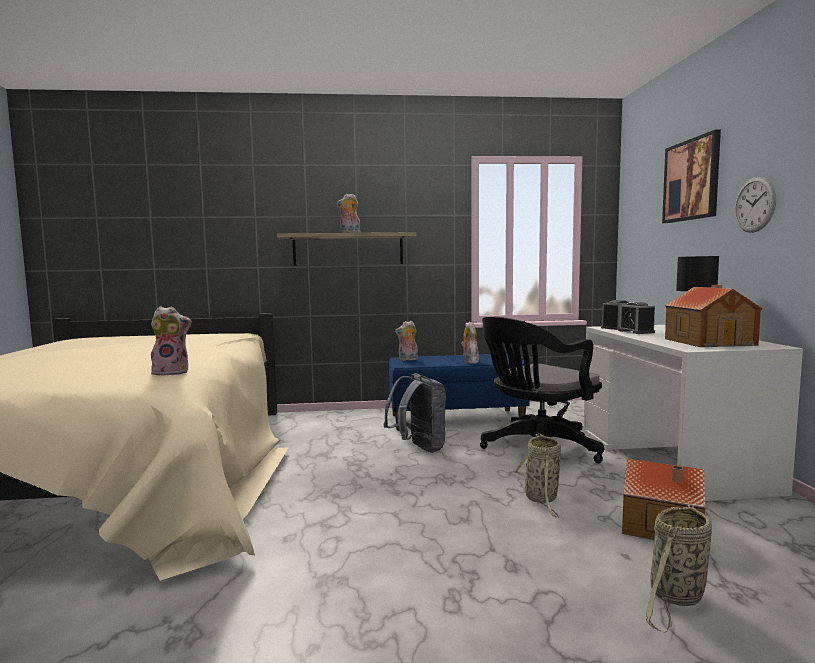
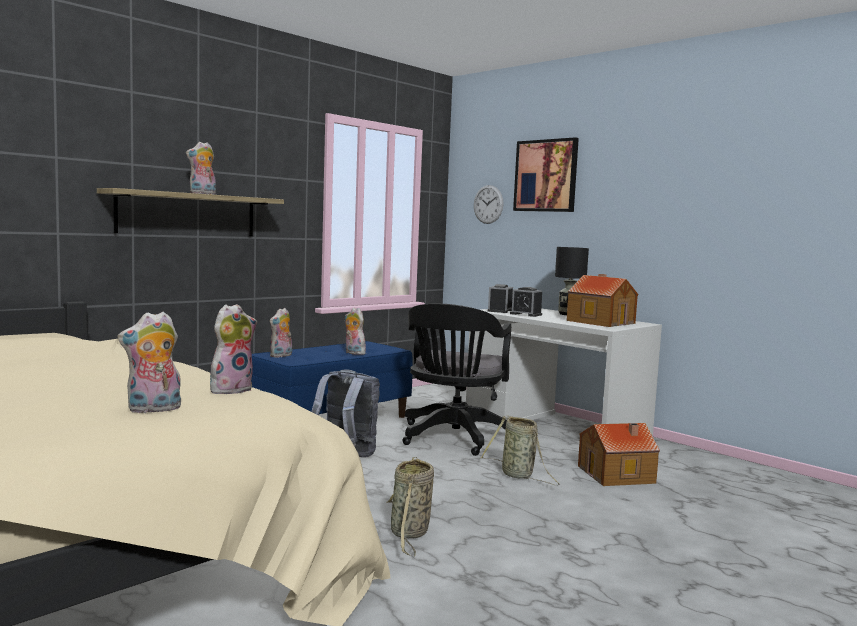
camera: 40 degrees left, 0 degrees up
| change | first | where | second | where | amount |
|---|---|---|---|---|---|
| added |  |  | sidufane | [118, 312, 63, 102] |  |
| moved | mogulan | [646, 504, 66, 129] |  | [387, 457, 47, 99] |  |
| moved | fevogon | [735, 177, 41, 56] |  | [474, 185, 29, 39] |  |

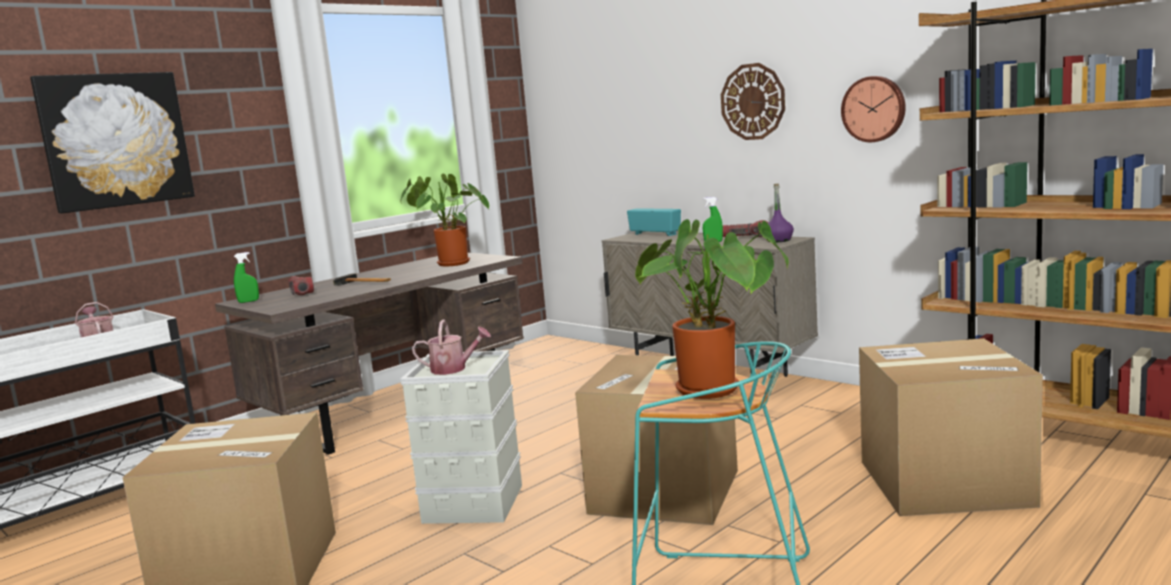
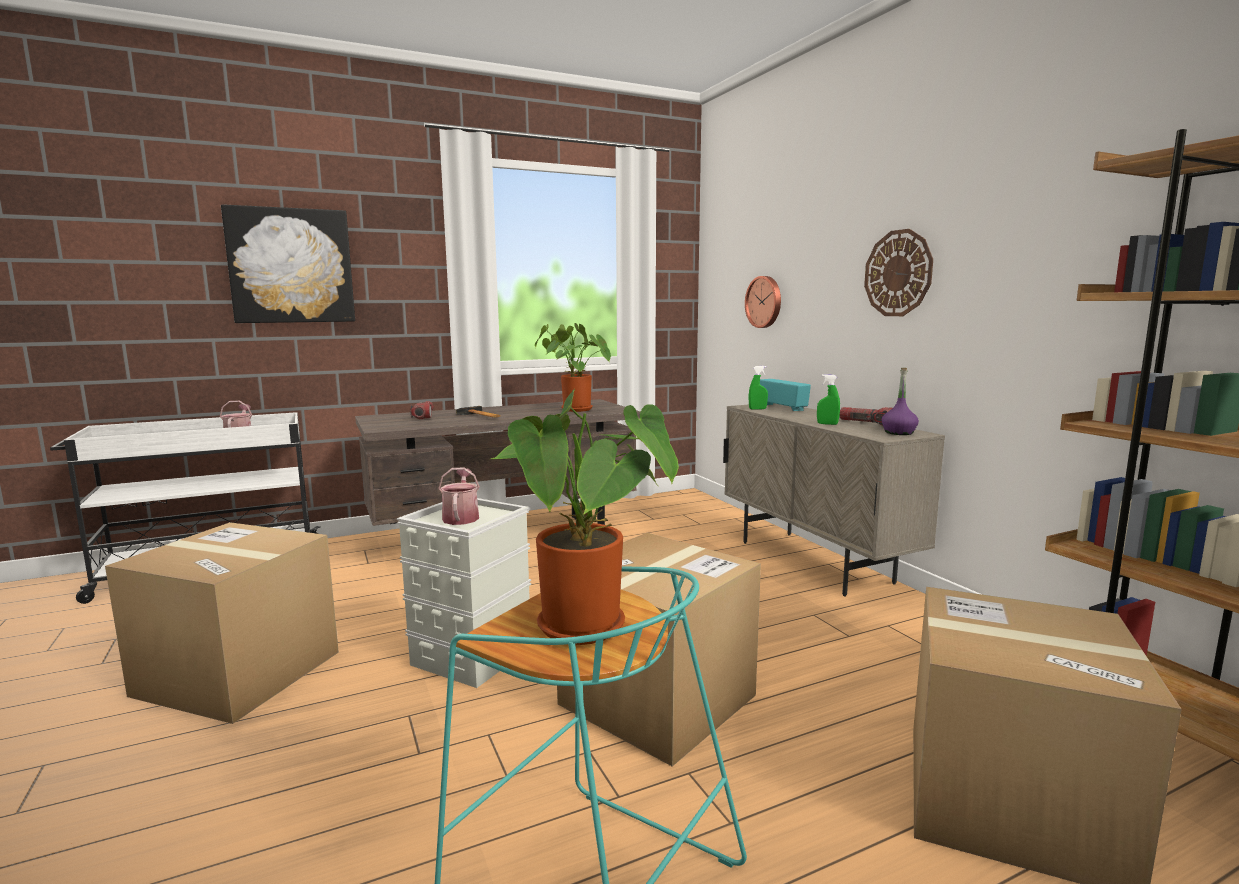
camera: 20 degrees right, 0 degrees up
| change | first | where | second | where | amount |
|---|---|---|---|---|---|
| turned | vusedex | [412, 319, 79, 56] |  | [438, 467, 42, 58] | 120 degrees counterclockwise |
| moved | fevogon | [841, 76, 65, 66] |  | [745, 276, 36, 52] |  |
| moved | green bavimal | [234, 252, 25, 51] |  | [749, 366, 19, 43] |  |

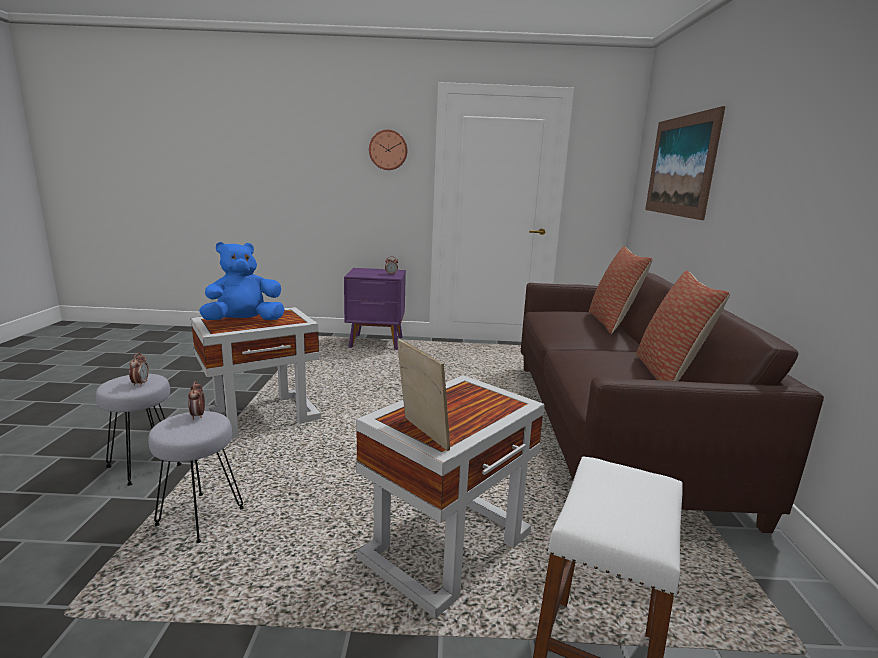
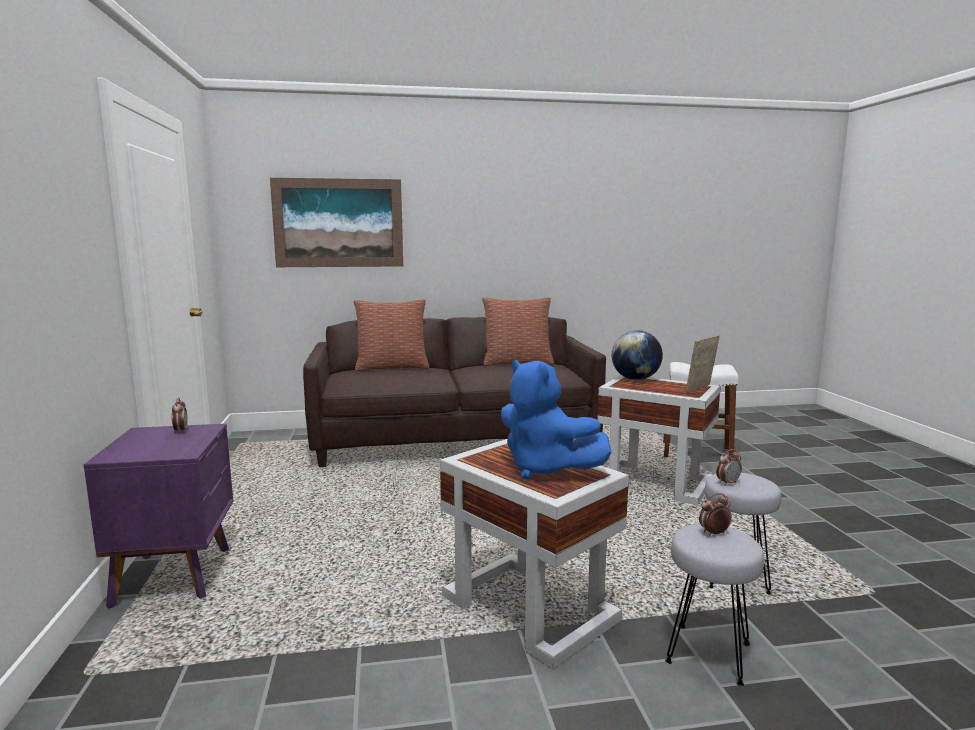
camera: 100 degrees left, 5 degrees down
| change | first | where | second | where | amount |
|---|---|---|---|---|---|
| added |  |  | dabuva | [612, 330, 51, 50] |  |
| removed | fevogon | [369, 130, 38, 40] |  |  |  |

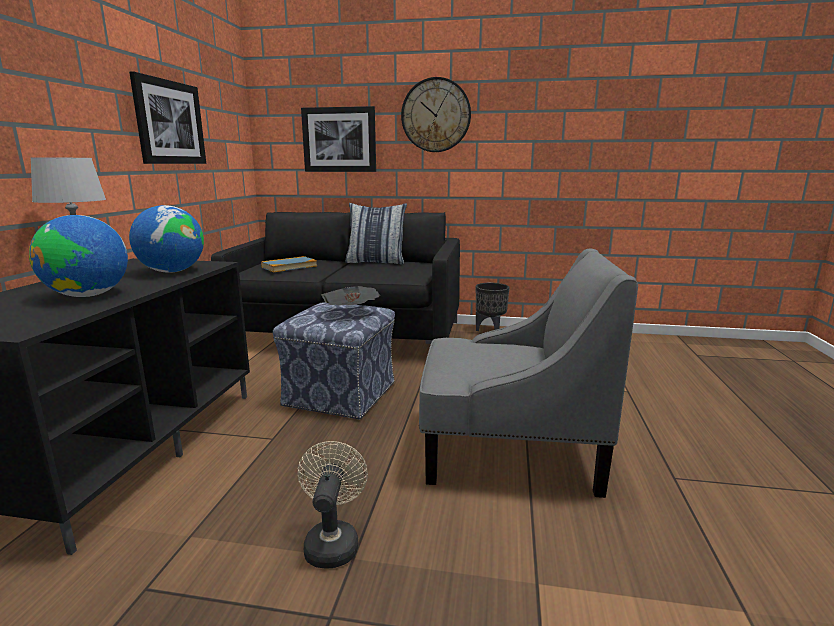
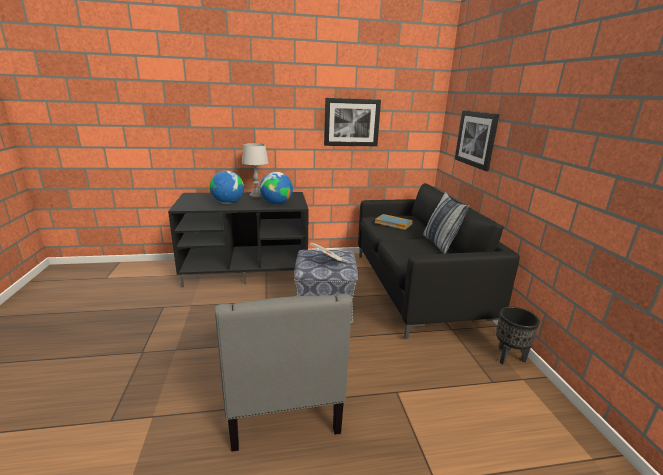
camera: 70 degrees right, 5 degrees up
| change | first | where | second | where | amount |
|---|---|---|---|---|---|
| removed | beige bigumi | [298, 441, 70, 128] |  |  |  |
| removed | fevogon | [401, 77, 70, 75] |  |  |  |

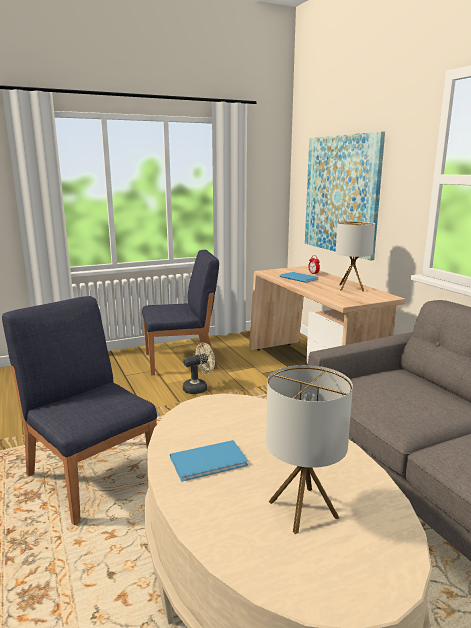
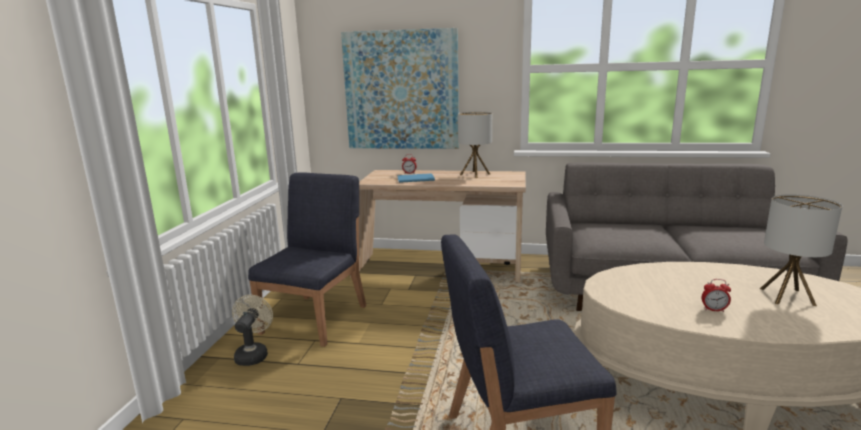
camera: 55 degrees left, 0 degrees up
| change | first | where | second | where | amount |
|---|---|---|---|---|---|
| moved | beige bigumi | [183, 342, 32, 52] |  | [232, 295, 41, 71] |  |
| replaced | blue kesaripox | [170, 440, 78, 42] | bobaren | [702, 279, 29, 33] |  |

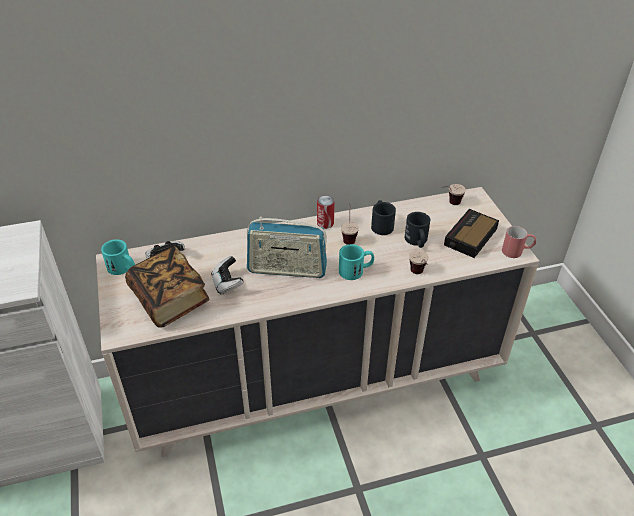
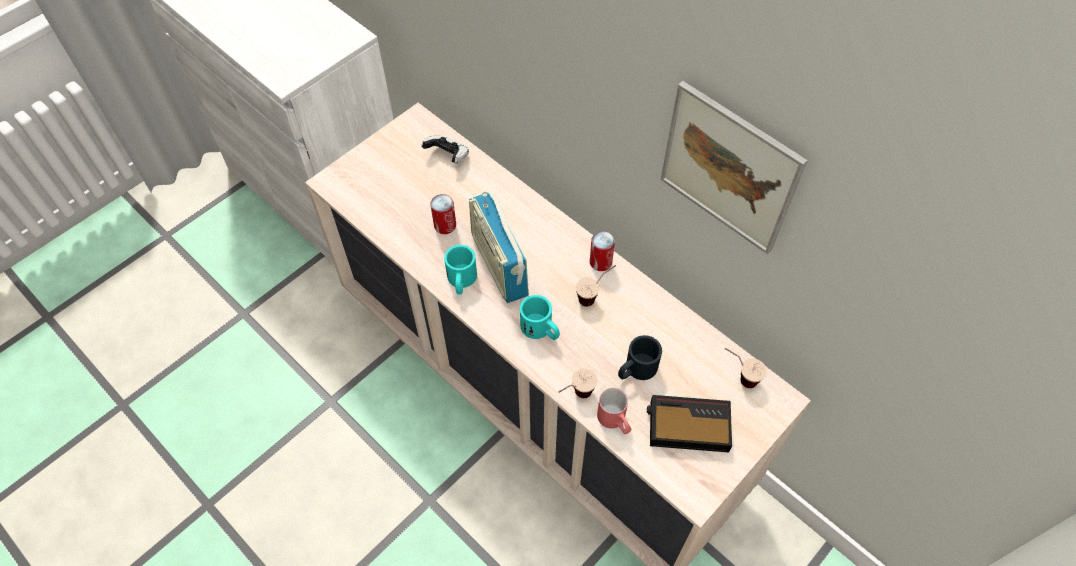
camera: 60 degrees right, 15 degrees up
| change | first | where | second | where | amount |
|---|---|---|---|---|---|
| replaced | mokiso | [211, 256, 33, 39] | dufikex | [431, 194, 25, 40] |  |
| moved | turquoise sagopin | [101, 239, 34, 36] |  | [444, 245, 33, 50] |  |
| moved | red sagopin | [502, 226, 34, 32] |  | [597, 388, 35, 46] |  |
| added |  |  | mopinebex | [661, 81, 147, 173] |  |
| removed | kesaripox | [125, 246, 84, 82] |  |  |  |
| removed | black sagopin | [371, 200, 25, 35] |  |  |  |

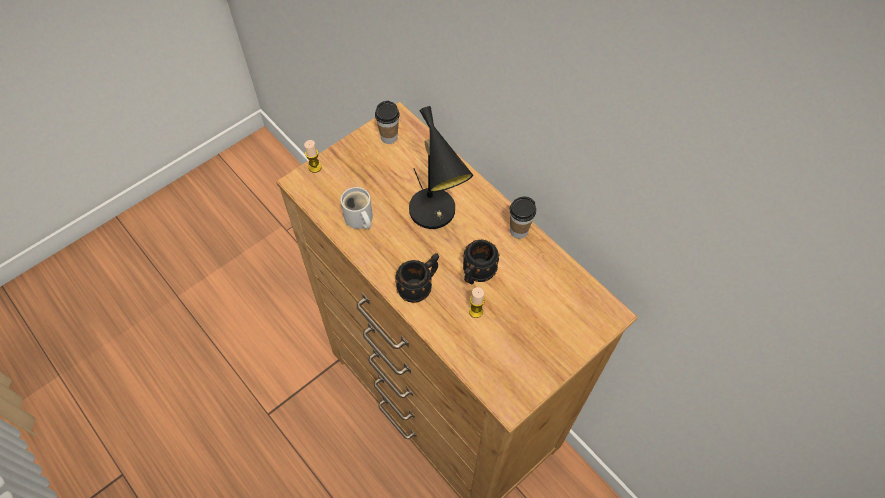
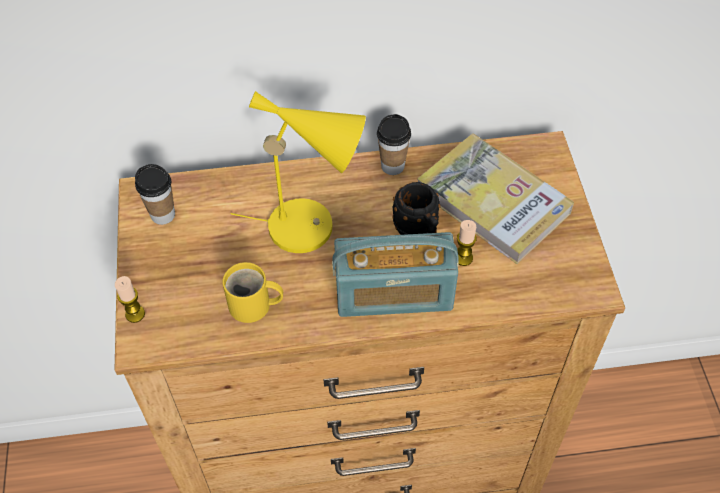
camera: 55 degrees left, 5 degrees down
| change | first | where | second | where | amount |
|---|---|---|---|---|---|
| recoloured | white sagopin | [341, 187, 32, 42] | yellow sagopin | [223, 262, 60, 61] |  |
| recoloured | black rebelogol | [409, 106, 64, 123] | yellow rebelogol | [230, 91, 136, 162] |  |
| replaced | black sagopin | [395, 253, 44, 50] | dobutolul | [332, 232, 127, 85] |  |
| added |  |  | kesaripox | [417, 134, 157, 130] |  |

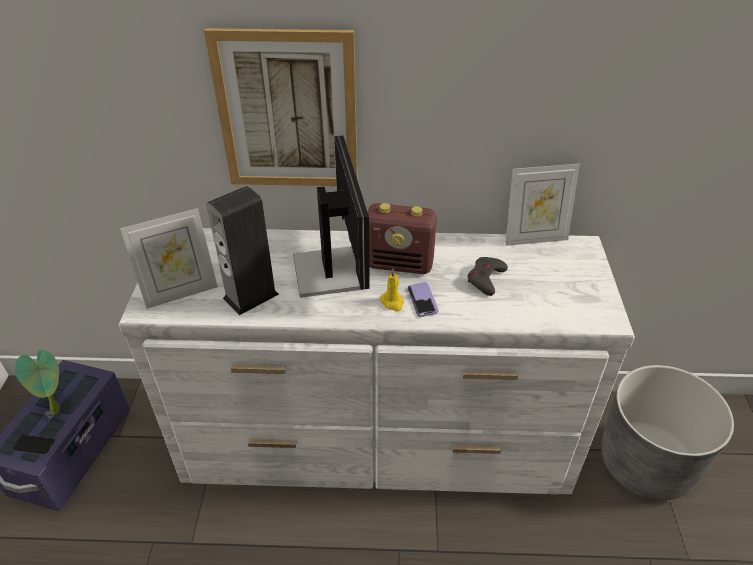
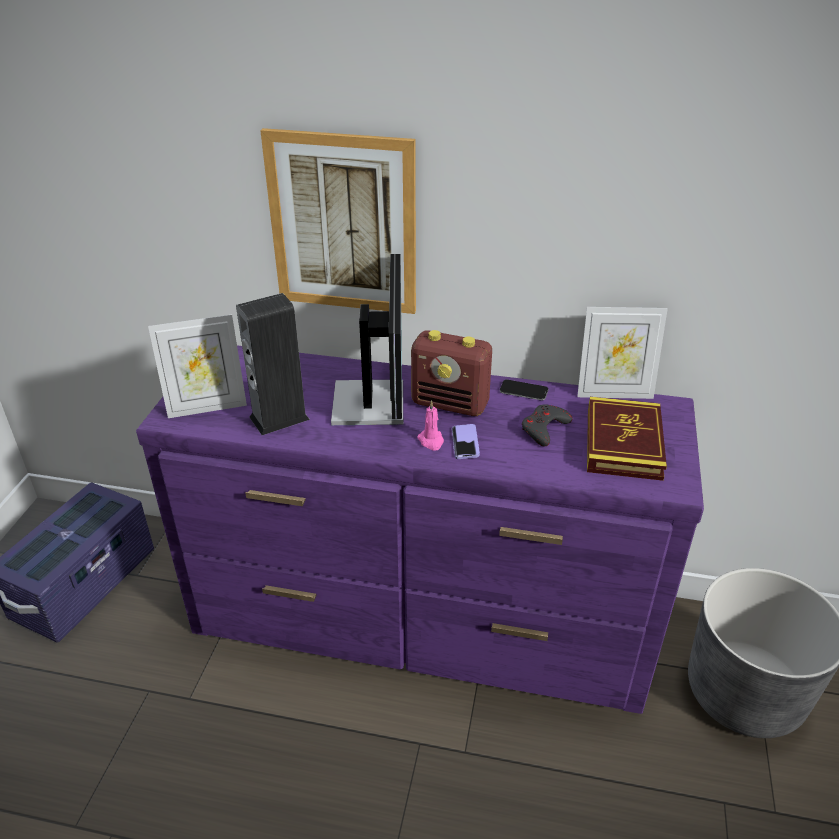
camera: 10 degrees right, 5 degrees down
| change | first | where | second | where | amount |
|---|---|---|---|---|---|
| recoloured | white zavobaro | [119, 228, 516, 266] | purple zavobaro | [136, 345, 568, 369] |  |
| recoloured | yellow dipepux | [380, 269, 24, 42] | pink dipepux | [417, 400, 27, 51] |  |
| moved | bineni | [13, 435, 43, 20] |  | [500, 380, 49, 20] |  |
| added |  |  | kesaripox | [587, 397, 80, 84] |  |
| removed | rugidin | [15, 349, 45, 66] |  |  |  |

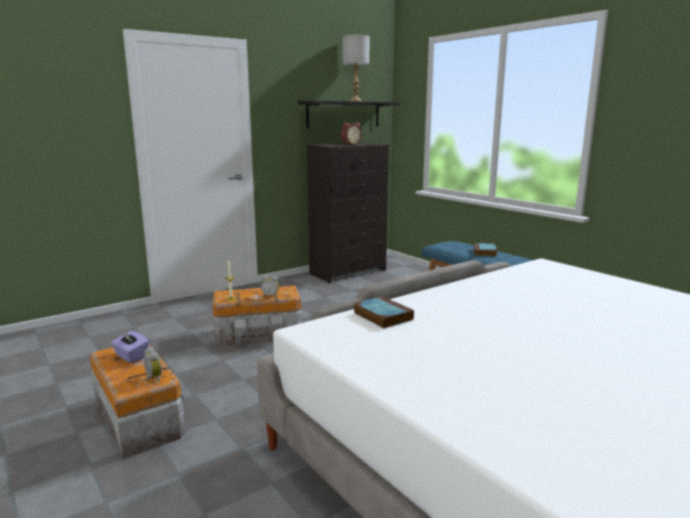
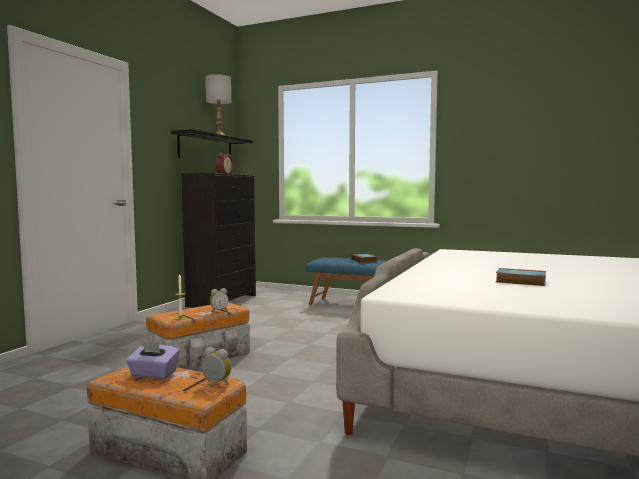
camera: 30 degrees left, 10 degrees down
| change | first | where | second | where | amount |
|---|---|---|---|---|---|
| moved | kesaripox | [354, 296, 60, 32] |  | [496, 268, 50, 18] |  |

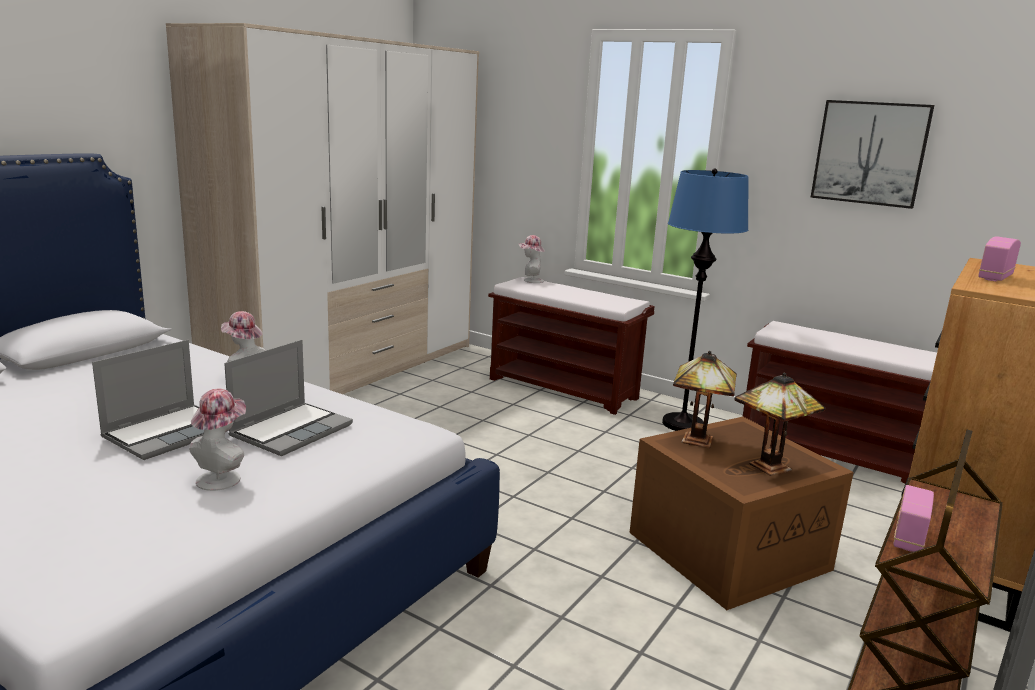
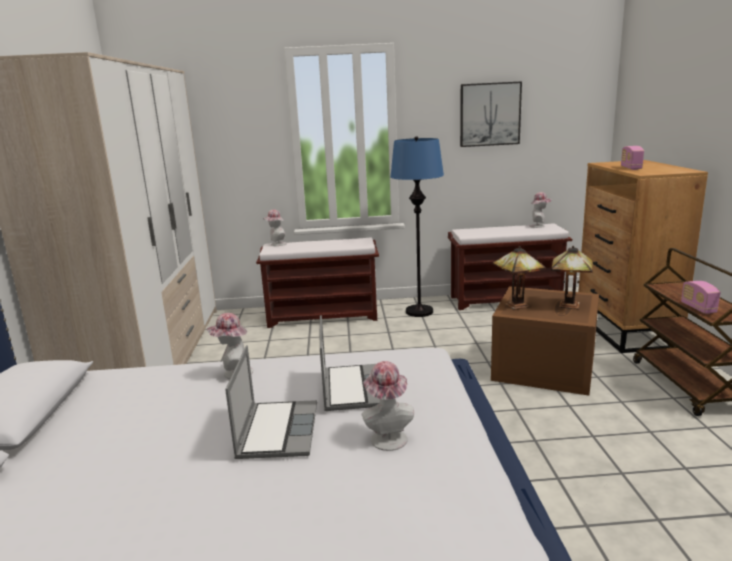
camera: 35 degrees left, 0 degrees up
| change | first | where | second | where | amount |
|---|---|---|---|---|---|
| added |  |  | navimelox | [529, 192, 23, 36] |  |

